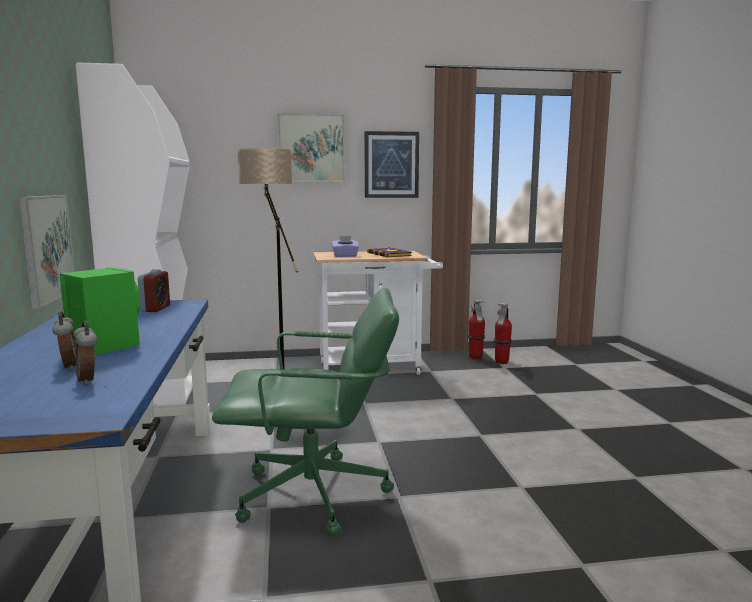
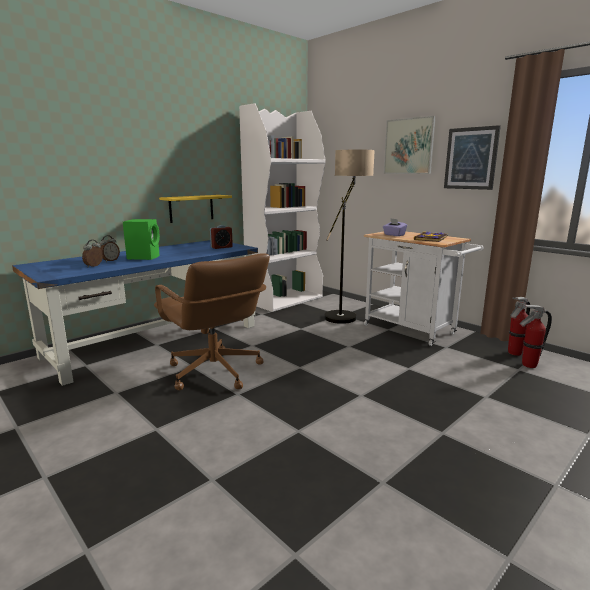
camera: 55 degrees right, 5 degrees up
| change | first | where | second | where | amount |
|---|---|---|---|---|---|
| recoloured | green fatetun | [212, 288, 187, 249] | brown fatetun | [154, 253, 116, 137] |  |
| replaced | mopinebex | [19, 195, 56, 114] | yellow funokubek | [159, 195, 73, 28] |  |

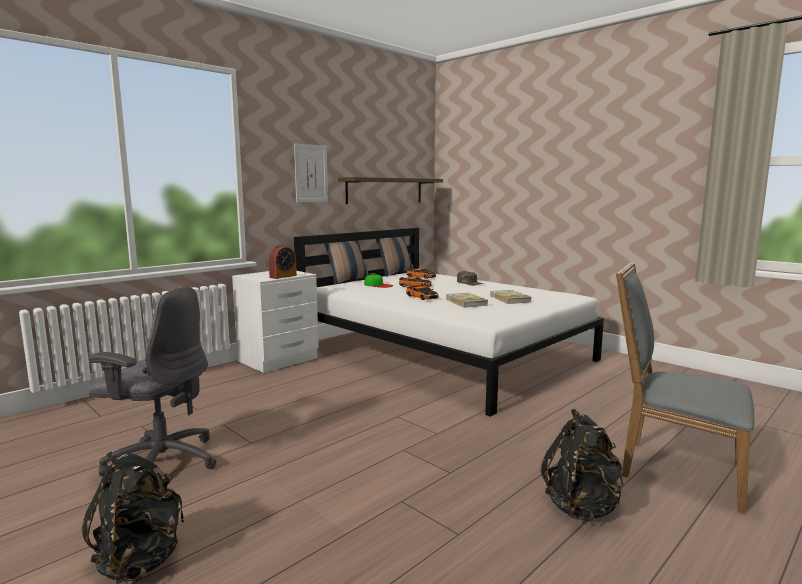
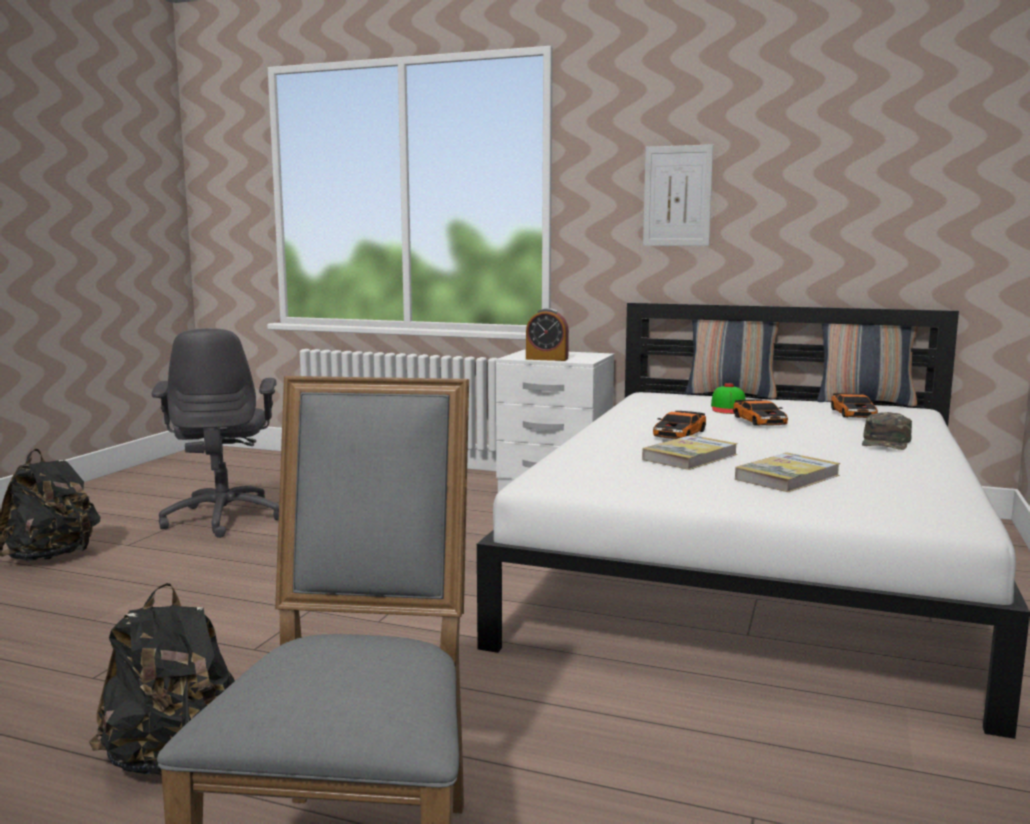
camera: 65 degrees right, 0 degrees up
| change | first | where | second | where | amount |
|---|---|---|---|---|---|
| removed | funokubek | [338, 177, 105, 27] |  |  |  |

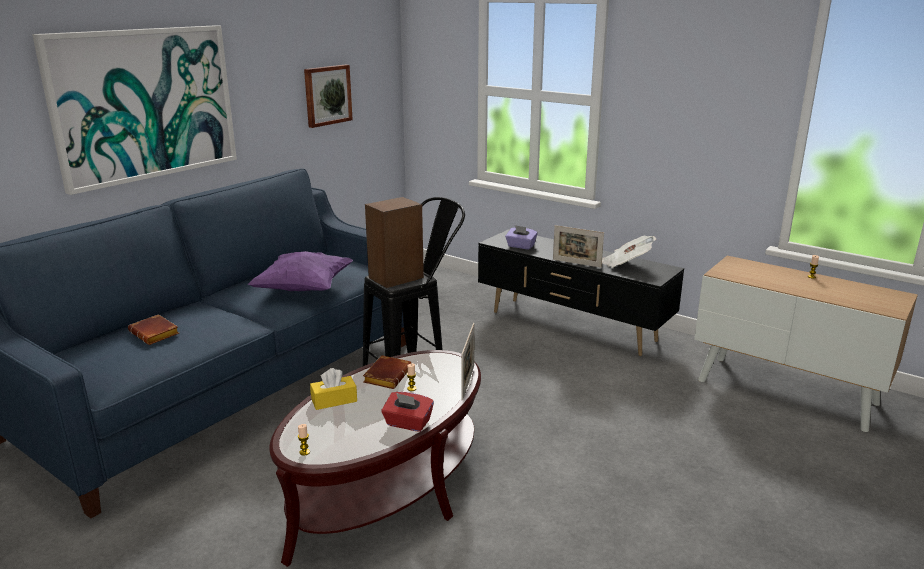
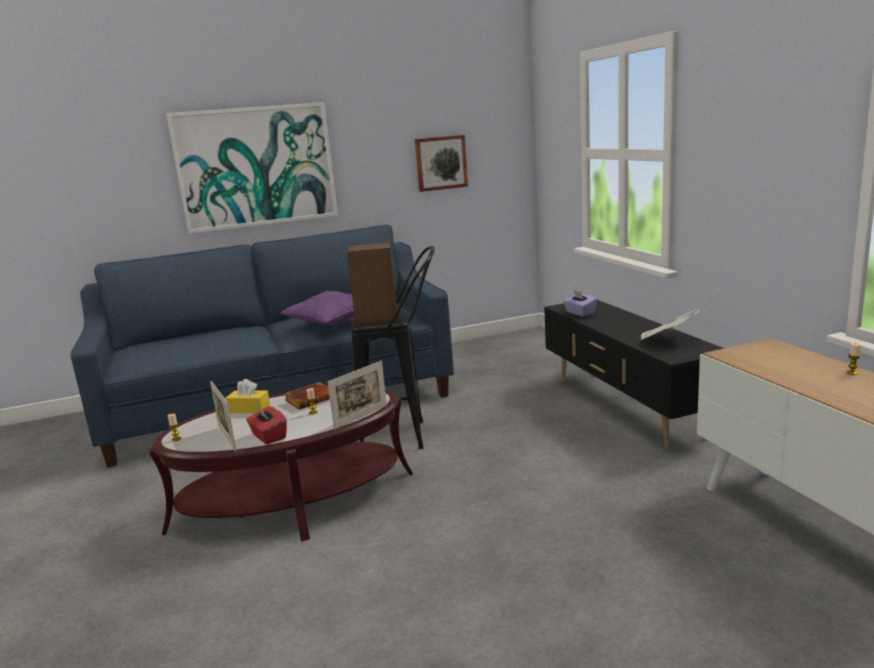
camera: 35 degrees right, 5 degrees down
| change | first | where | second | where | amount |
|---|---|---|---|---|---|
| moved | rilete | [553, 225, 51, 43] |  | [210, 381, 26, 71] |  |
| removed | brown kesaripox | [128, 314, 51, 31] |  |  |  |

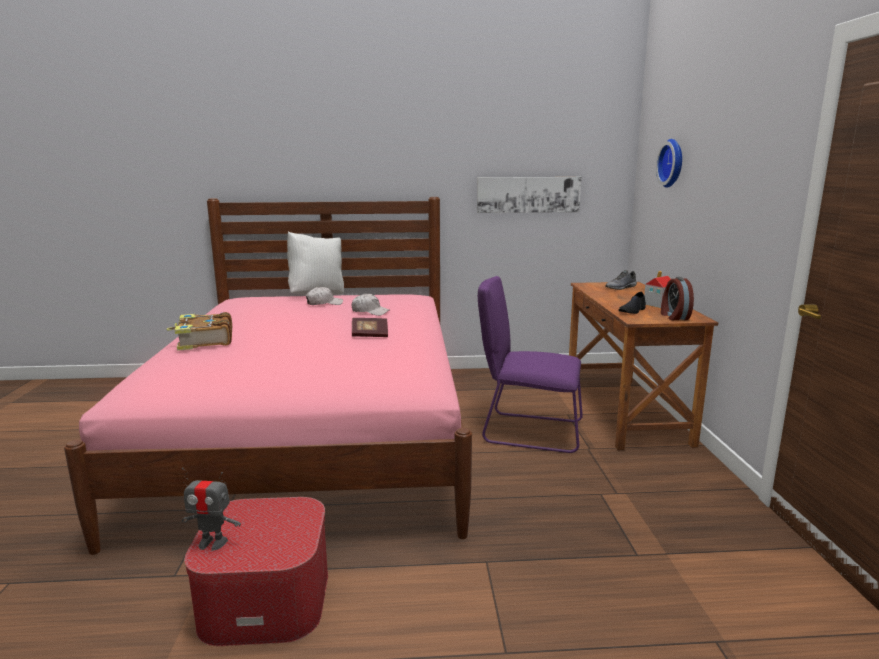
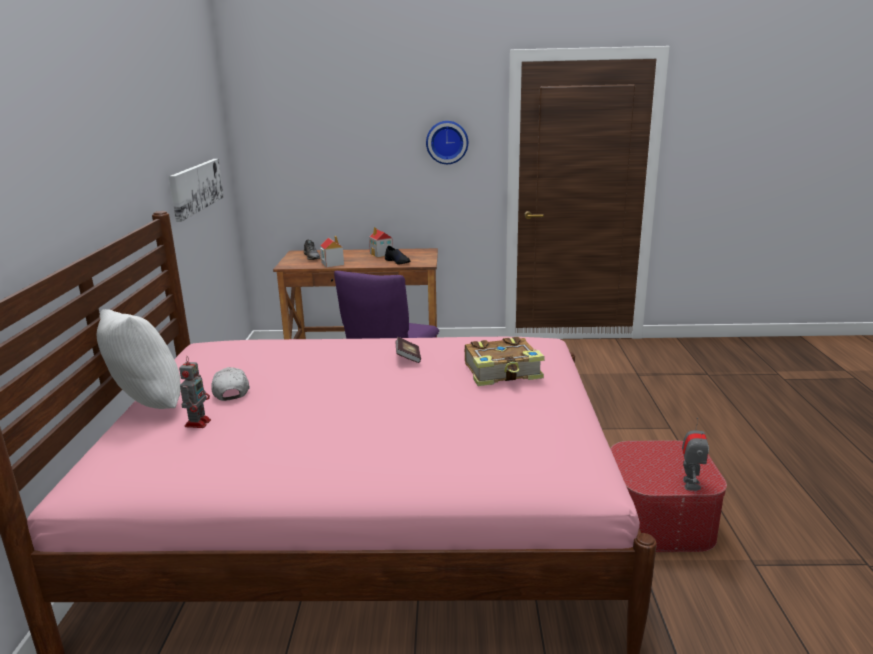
camera: 85 degrees left, 5 degrees up
| change | first | where | second | where | amount |
|---|---|---|---|---|---|
| added |  |  | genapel | [179, 356, 32, 72] |  |
| added |  |  | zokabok | [320, 236, 24, 31] |  |
| moved | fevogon | [656, 139, 26, 49] |  | [426, 121, 42, 43] |  |
| moved | kesaripox | [166, 312, 66, 39] |  | [465, 337, 80, 49] |  |
| removed | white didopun | [352, 293, 38, 23] |  |  |  |
| removed | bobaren | [661, 277, 33, 43] |  |  |  |

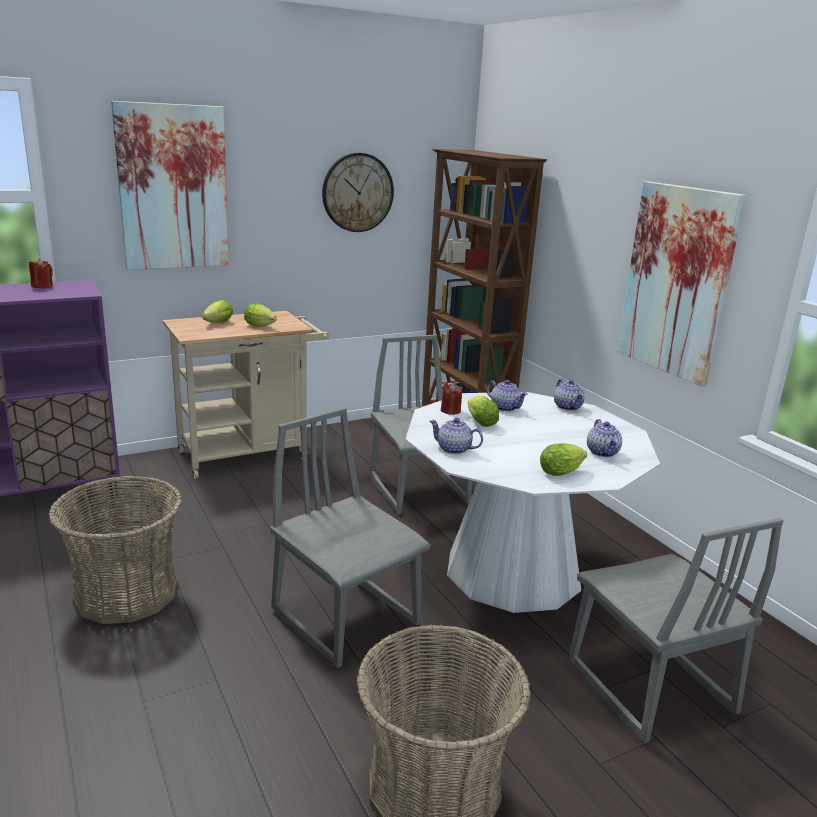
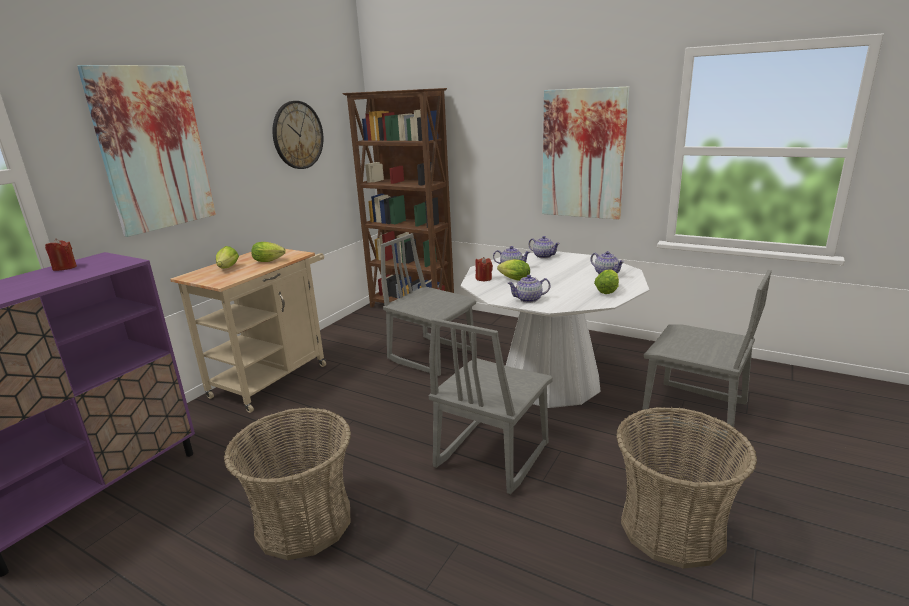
camera: 30 degrees left, 0 degrees up
| change | first | where | second | where | amount |
|---|---|---|---|---|---|
| turned | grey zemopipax | [270, 408, 161, 260] |  | [429, 318, 124, 176] | 75 degrees counterclockwise |

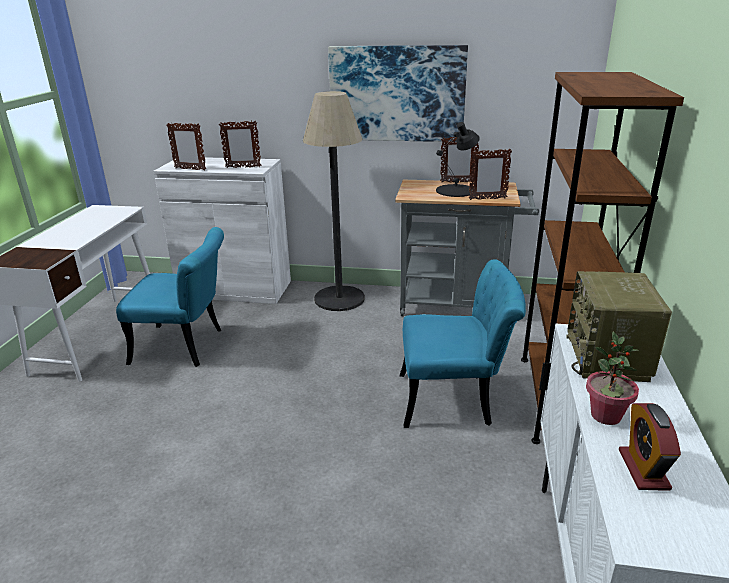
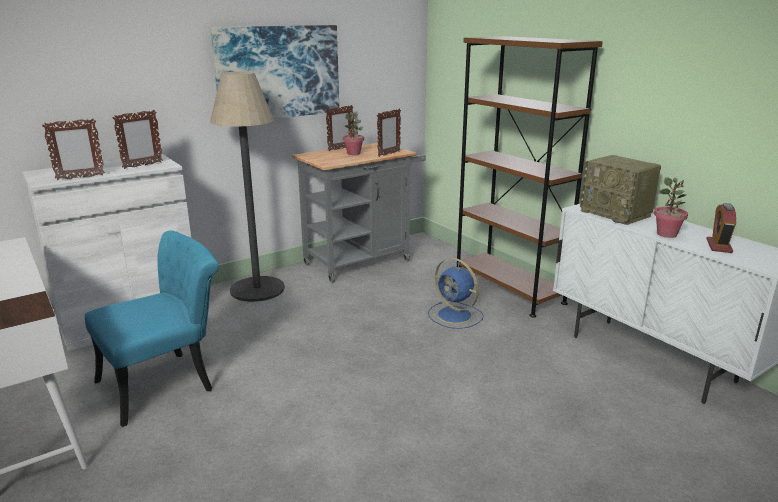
camera: 45 degrees left, 5 degrees down
| change | first | where | second | where | amount |
|---|---|---|---|---|---|
| replaced | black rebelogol | [436, 122, 44, 75] | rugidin | [343, 113, 21, 42] |  |
| replaced | turquoise zemopipax | [400, 259, 126, 169] | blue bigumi | [428, 258, 55, 71] |  |
| turned | bobaren | [619, 403, 62, 88] |  | [706, 203, 30, 50] | 60 degrees clockwise |

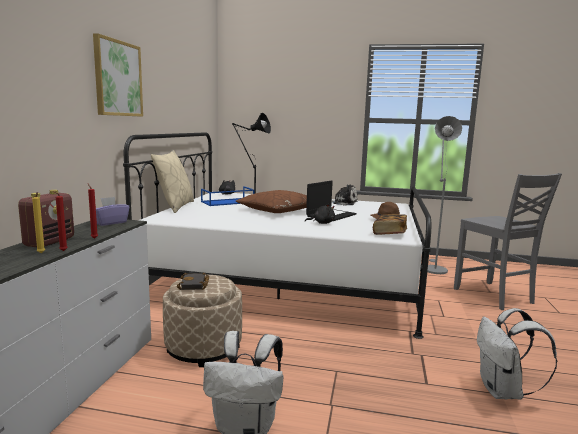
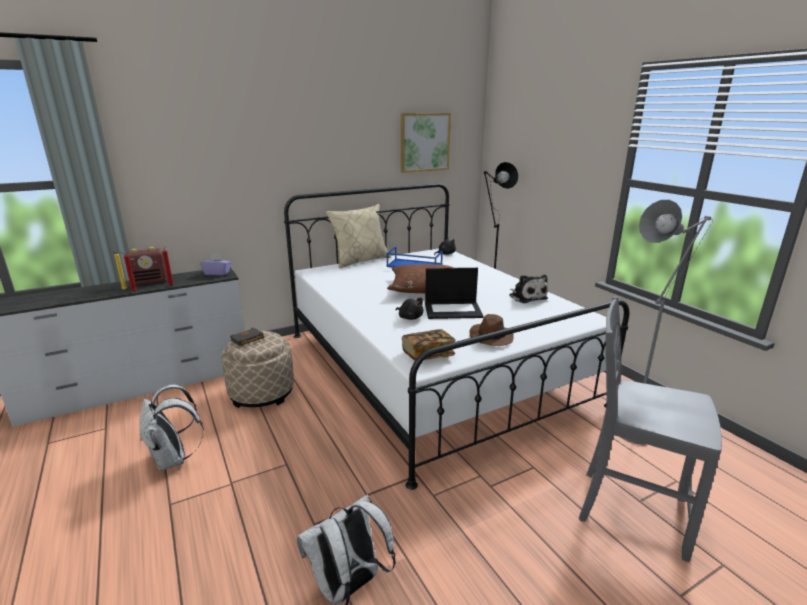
camera: 50 degrees right, 10 degrees up
| change | first | where | second | where | amount |
|---|---|---|---|---|---|
| moved | mopinebex | [93, 33, 50, 84] |  | [401, 113, 50, 60] |  |
| turned | grey zemopipax | [454, 173, 108, 137] |  | [579, 297, 143, 265] | 90 degrees clockwise |

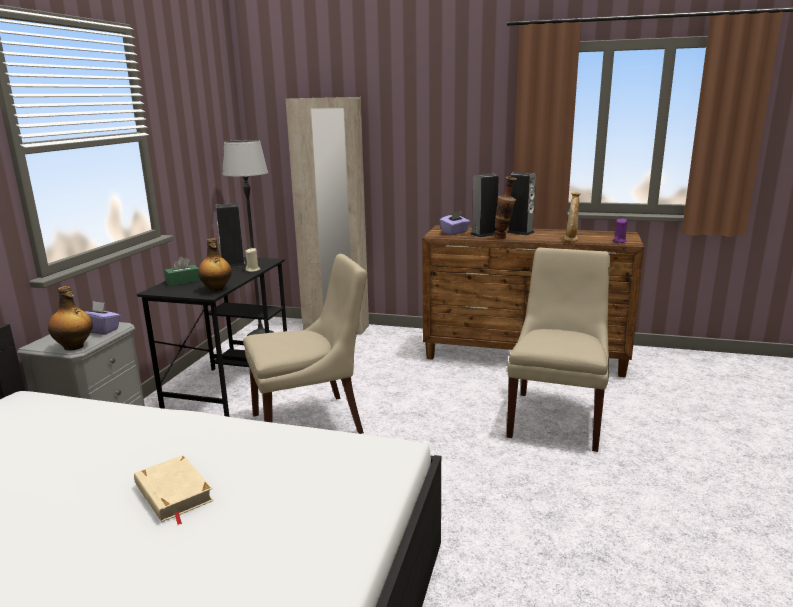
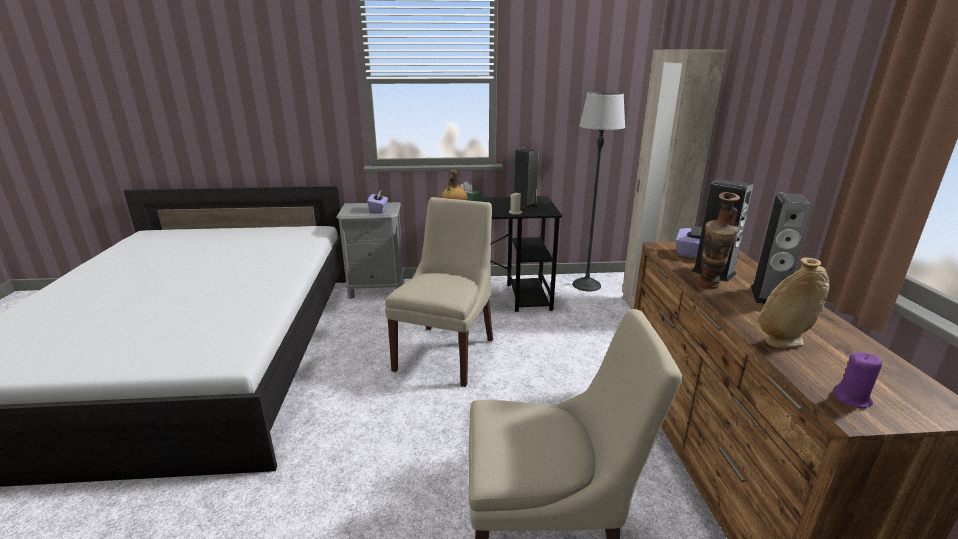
camera: 70 degrees right, 5 degrees up
| change | first | where | second | where | amount |
|---|---|---|---|---|---|
| turned | beige zemopipax | [243, 254, 124, 180] |  | [385, 197, 108, 190] | 120 degrees counterclockwise |
| removed | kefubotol | [48, 286, 45, 65] |  |  |  |
| removed | beige kesaripox | [134, 455, 80, 70] |  |  |  |

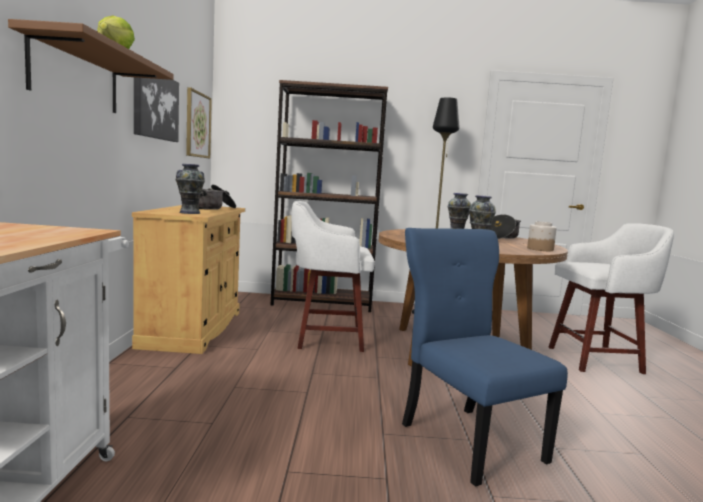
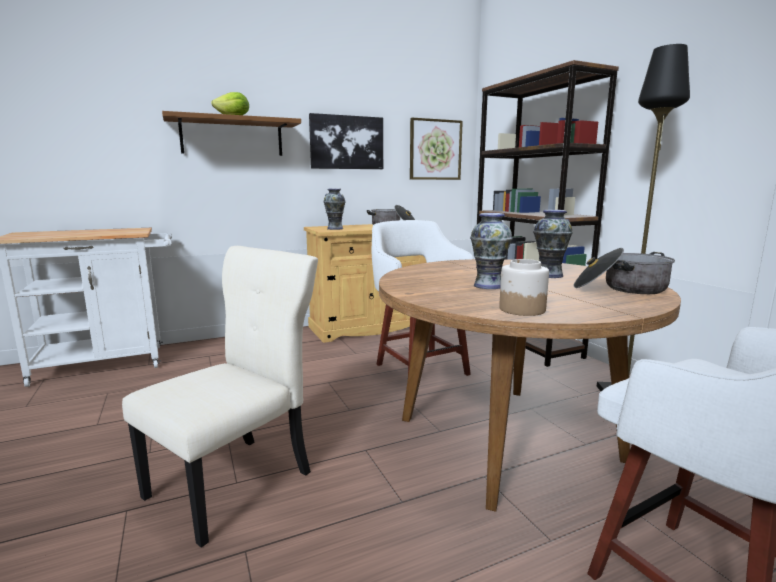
camera: 65 degrees right, 5 degrees up
| change | first | where | second | where | amount |
|---|---|---|---|---|---|
| recoloured | blue zemopipax | [402, 228, 166, 259] | beige zemopipax | [122, 246, 196, 301] |  |

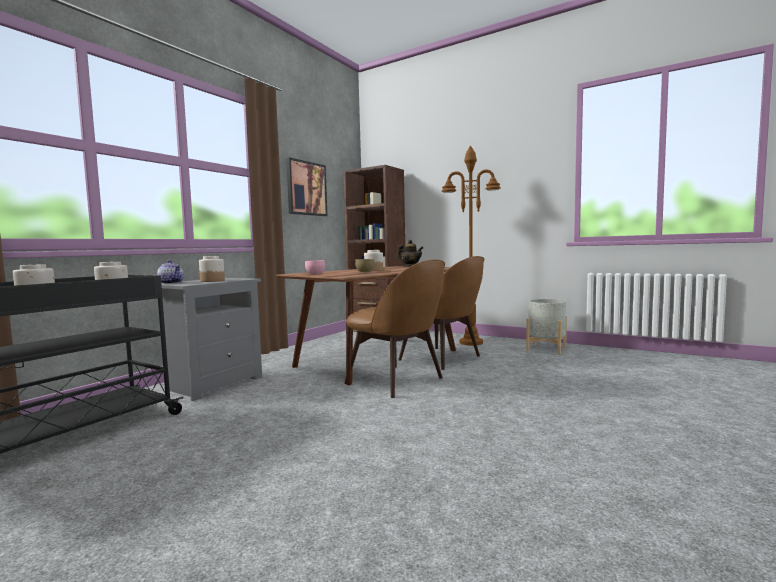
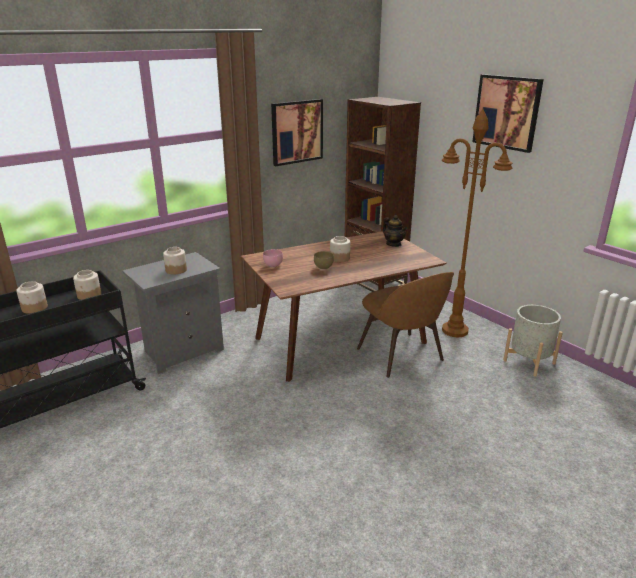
camera: 20 degrees right, 20 degrees up
| change | first | where | second | where | amount |
|---|---|---|---|---|---|
| added |  |  | mopinebex | [472, 74, 72, 79] |  |
| removed | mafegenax | [157, 260, 27, 24] |  |  |  |
| removed | brown zemopipax | [344, 259, 101, 139] |  |  |  |

